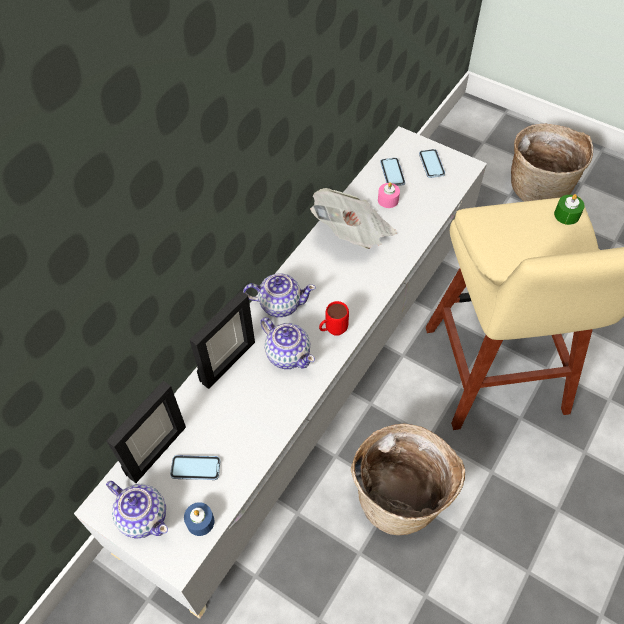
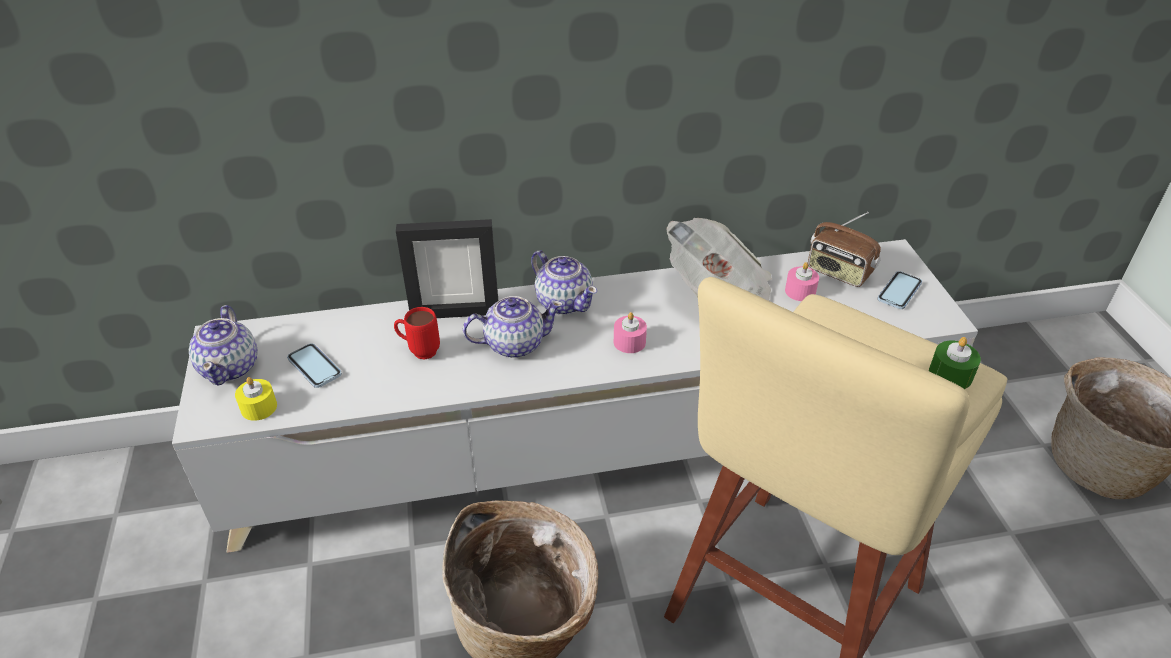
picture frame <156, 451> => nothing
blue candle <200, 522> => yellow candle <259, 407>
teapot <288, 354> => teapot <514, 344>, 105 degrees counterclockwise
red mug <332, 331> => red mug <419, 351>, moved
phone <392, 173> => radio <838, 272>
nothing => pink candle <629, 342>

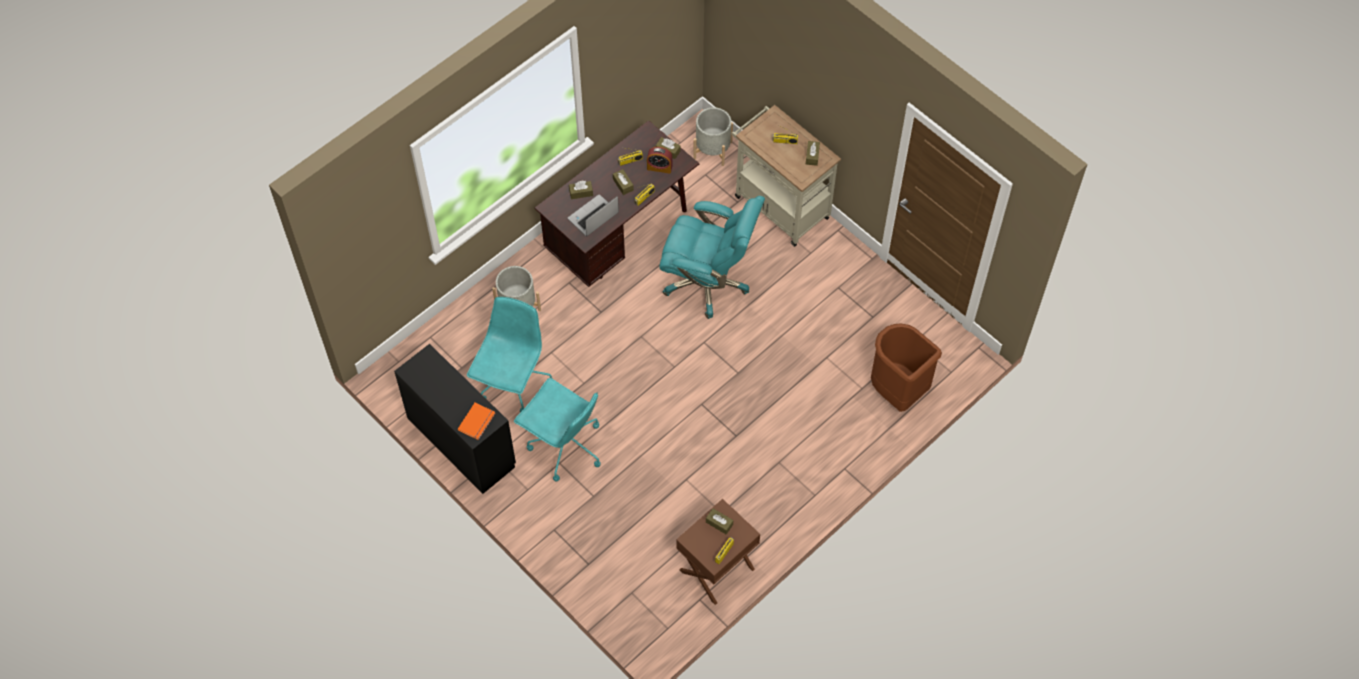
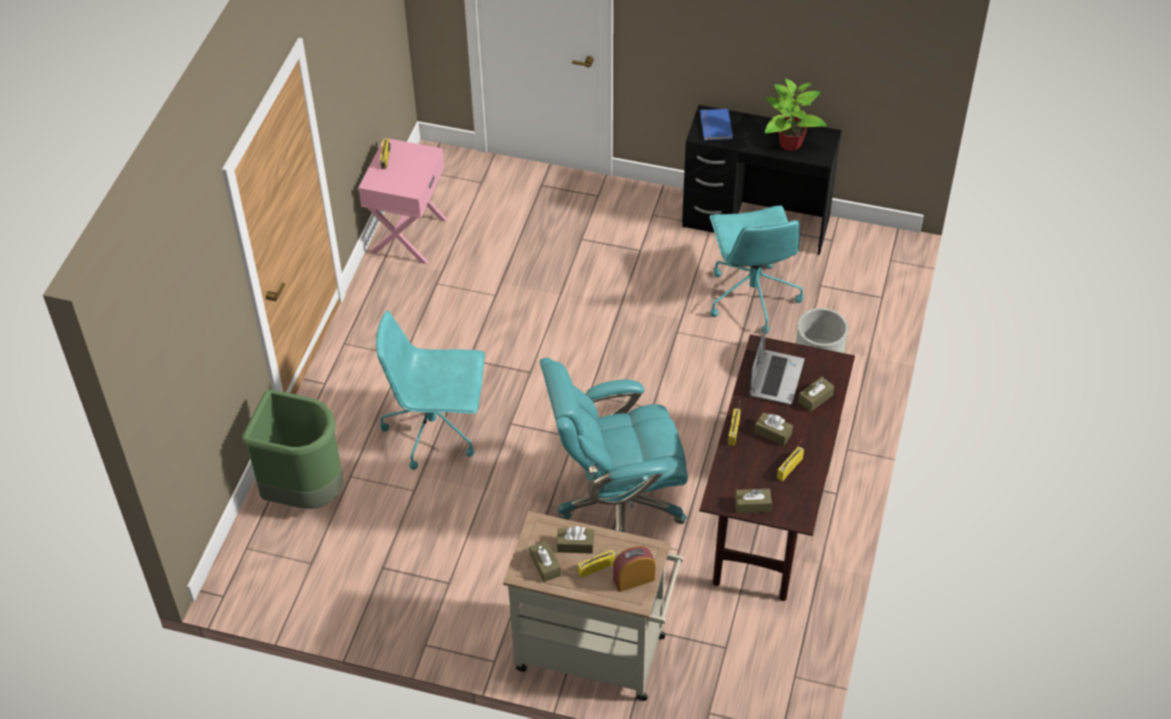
orange book <477, 422> => blue book <714, 126>
turquoise office chair <564, 445> => turquoise office chair <438, 431>, moved
alarm clock <659, 167> => alarm clock <634, 579>, moved
brown nightstand <717, 570> => pink nightstand <407, 235>
grey planter <712, 150> => nothing
brown tissue box <719, 523> => brown tissue box <575, 545>, moved
brown trash can <897, 391> => green trash can <304, 493>
nothing => potted plant <789, 143>

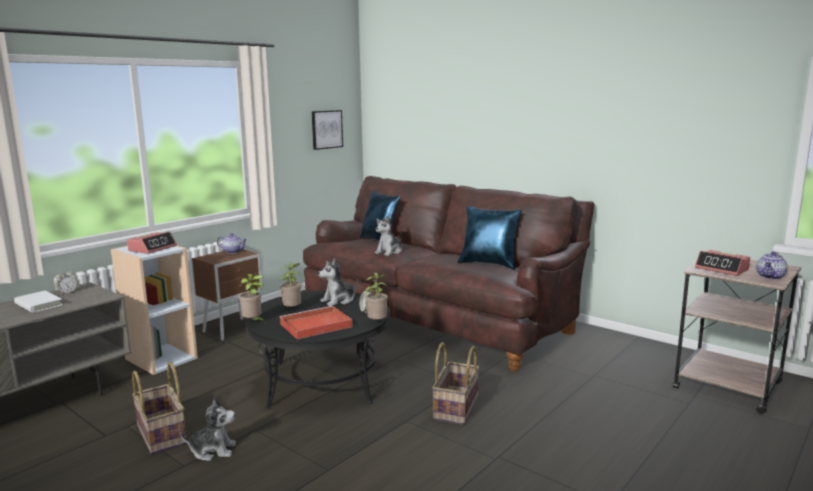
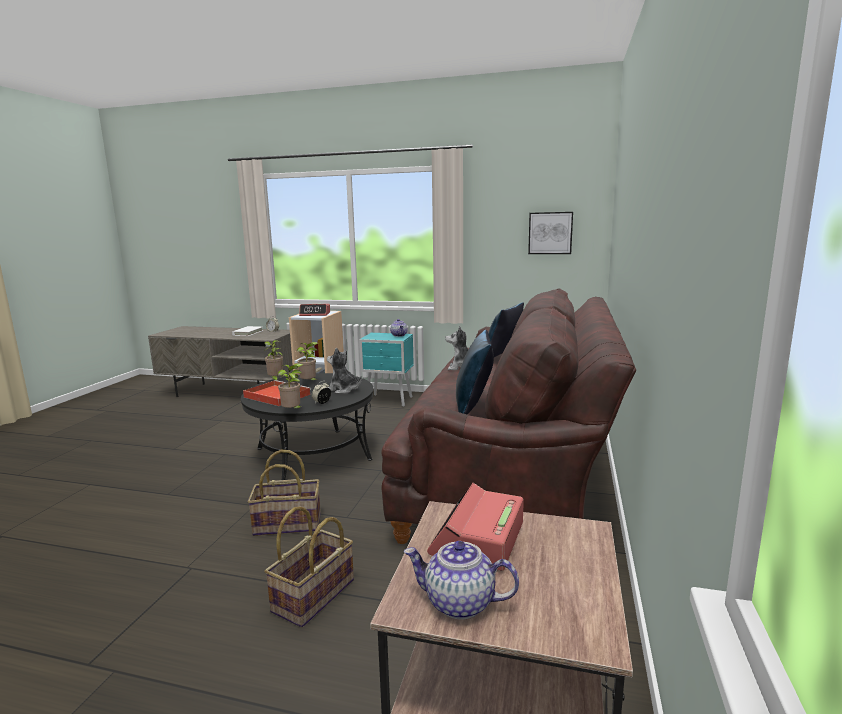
basket <162, 434> => basket <314, 596>, moved
plush toy <213, 450> => nothing
brown nightstand <234, 329> => turquoise nightstand <389, 401>

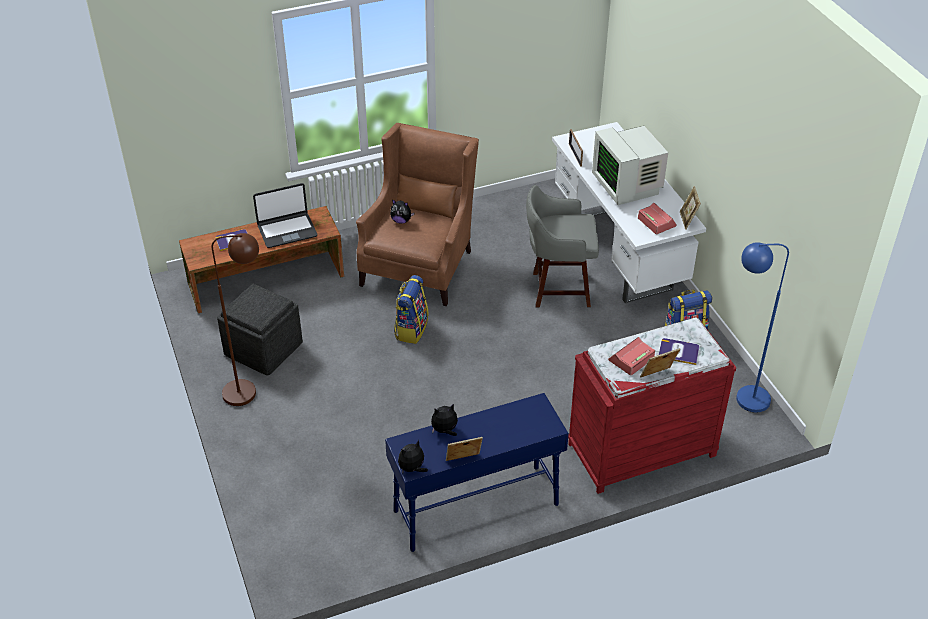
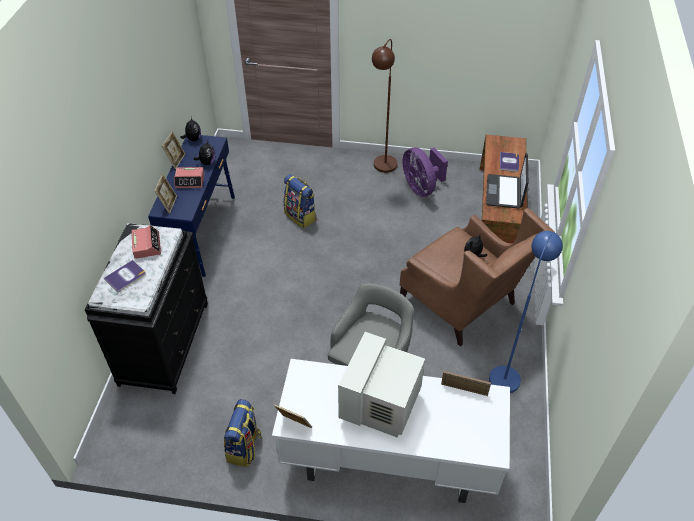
grey ottoman <263, 348> => purple fan <421, 187>
backpack <411, 329> => backpack <301, 216>, moved
red dresser <641, 450> => black dresser <164, 342>
monitor <628, 186> => monitor <381, 405>, 75 degrees counterclockwise
alarm clock <656, 222> => alarm clock <190, 181>, moved
picture frame <657, 376> => picture frame <168, 204>, moved
blue floor lamp <742, 401> => blue floor lamp <507, 373>, moved

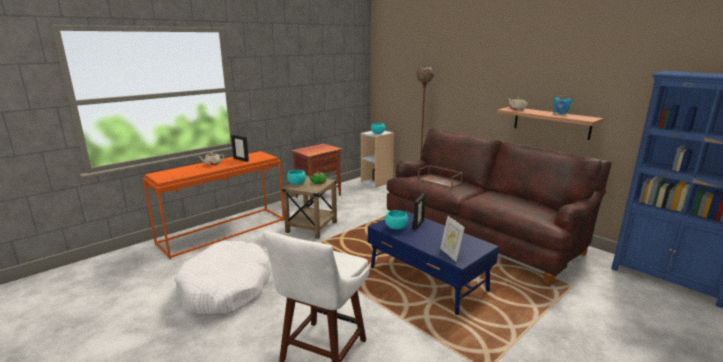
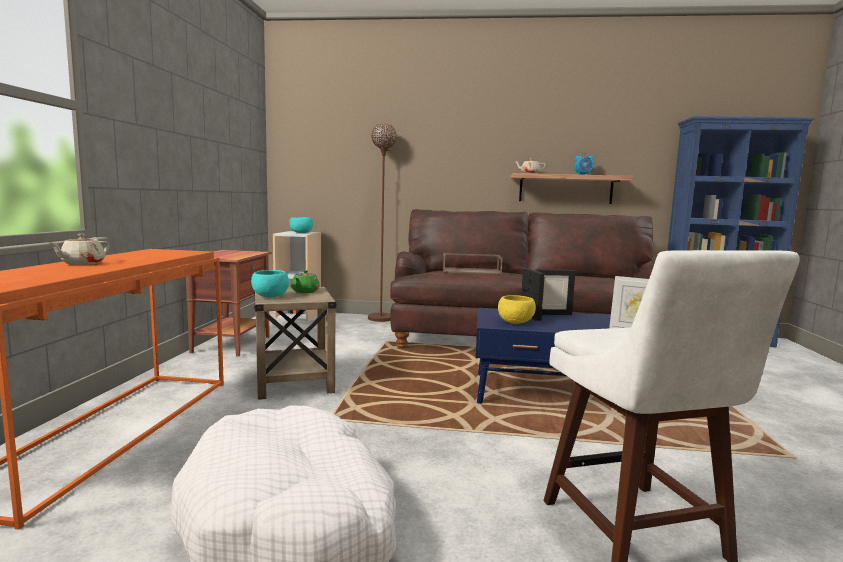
picture frame <241, 159> => picture frame <553, 314>, moved
turquoise bowl <396, 228> => yellow bowl <515, 323>

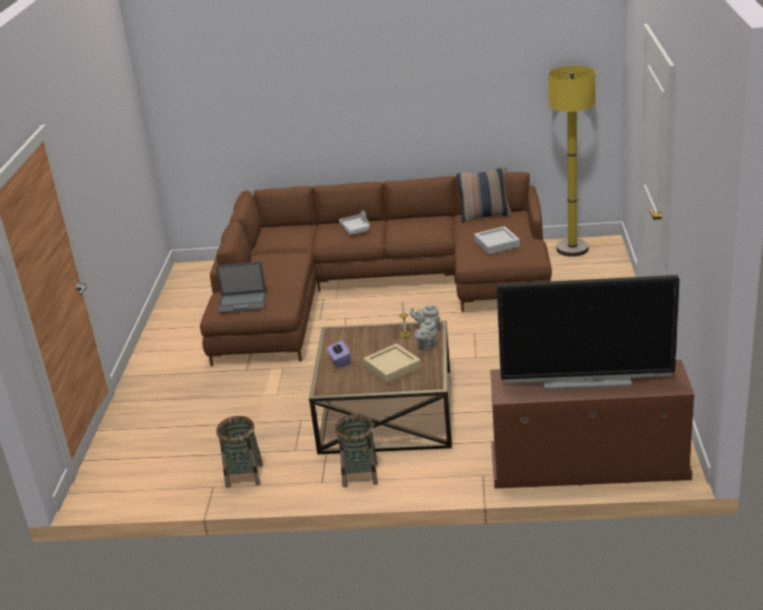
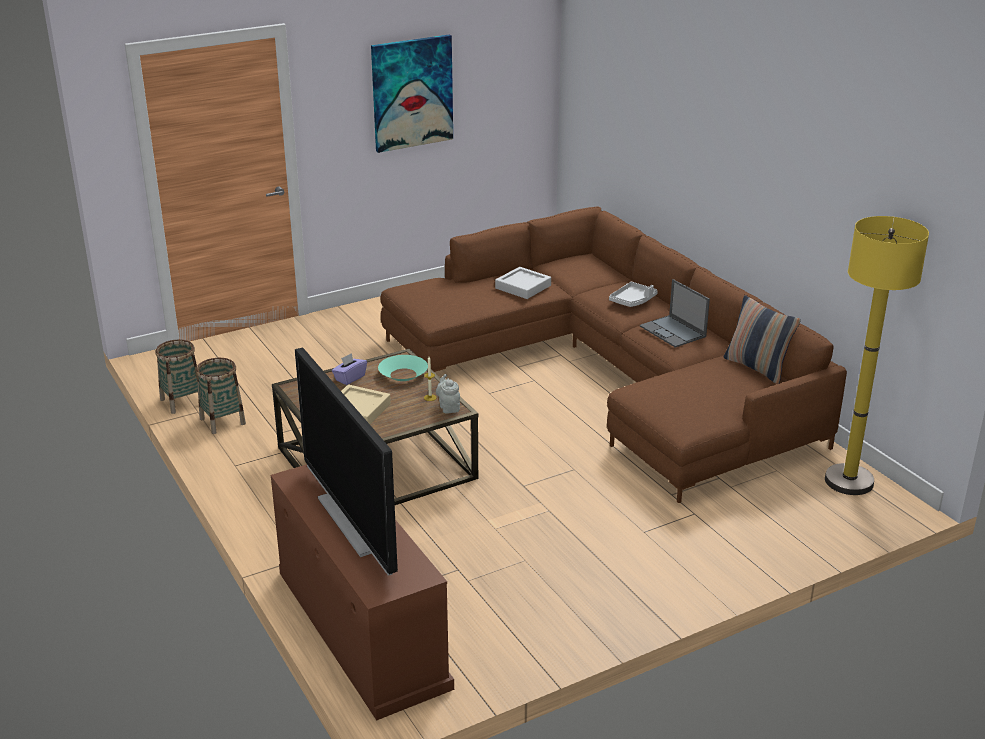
laptop <243, 302> => laptop <673, 332>, moved
basket <360, 475> => basket <182, 402>, moved
grey teapot <426, 346> => nothing
grey tray <497, 244> => grey tray <523, 287>, moved
nothing => picture <412, 93>
nothing => turquoise bowl <403, 374>

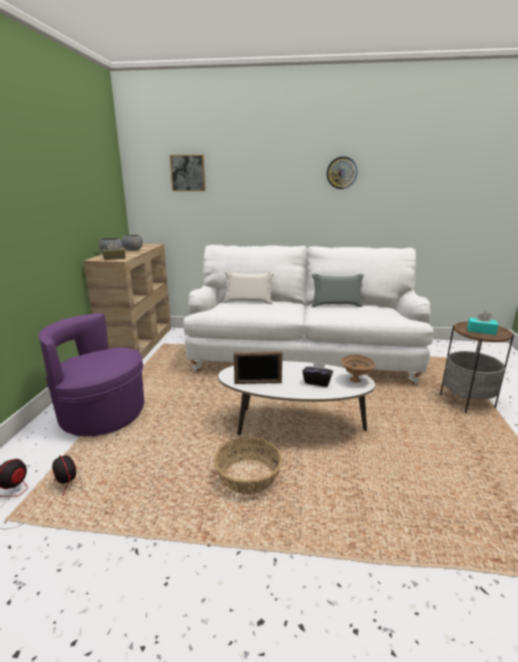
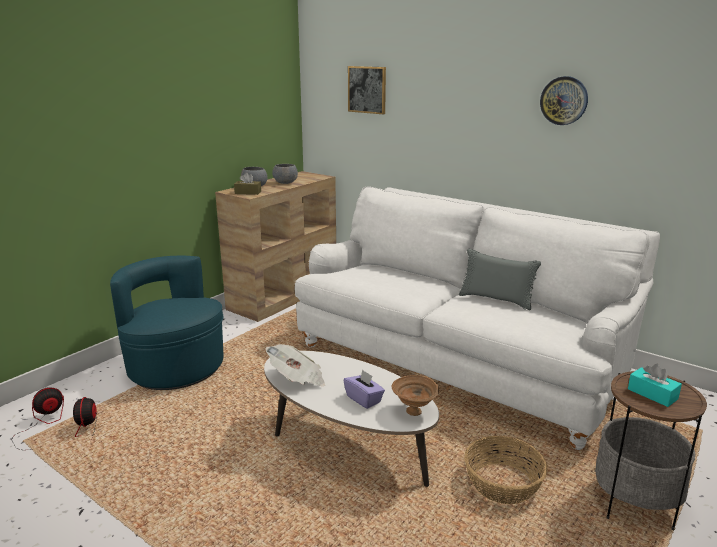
purple armchair <103, 414> => turquoise armchair <177, 368>
basket <247, 476> => basket <502, 483>, moved
white pillow <248, 302> => nothing
picture frame <258, 383> => newspaper <297, 379>
black tissue box <317, 382> => purple tissue box <364, 399>

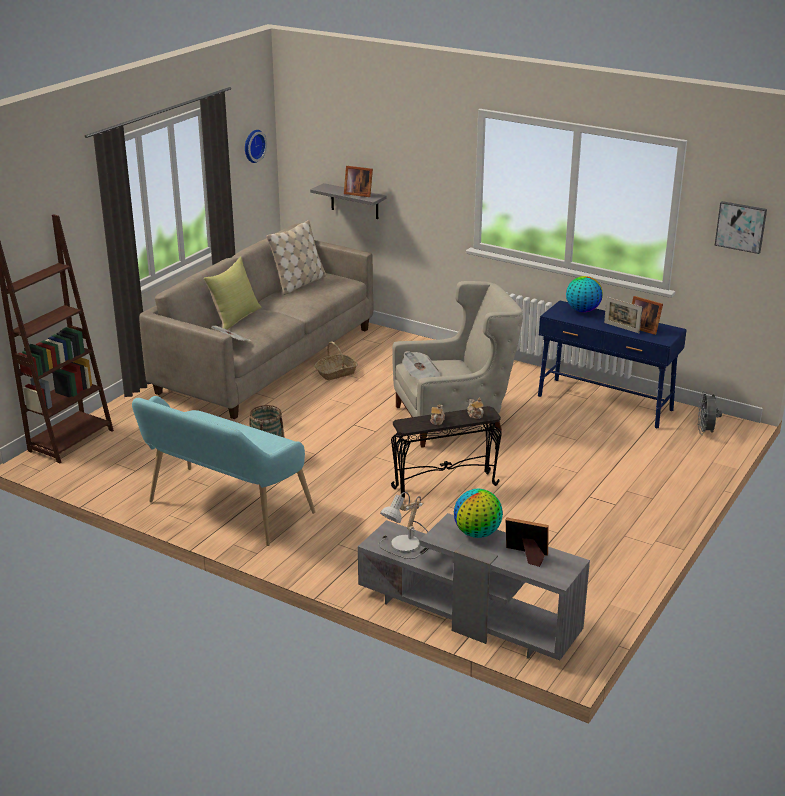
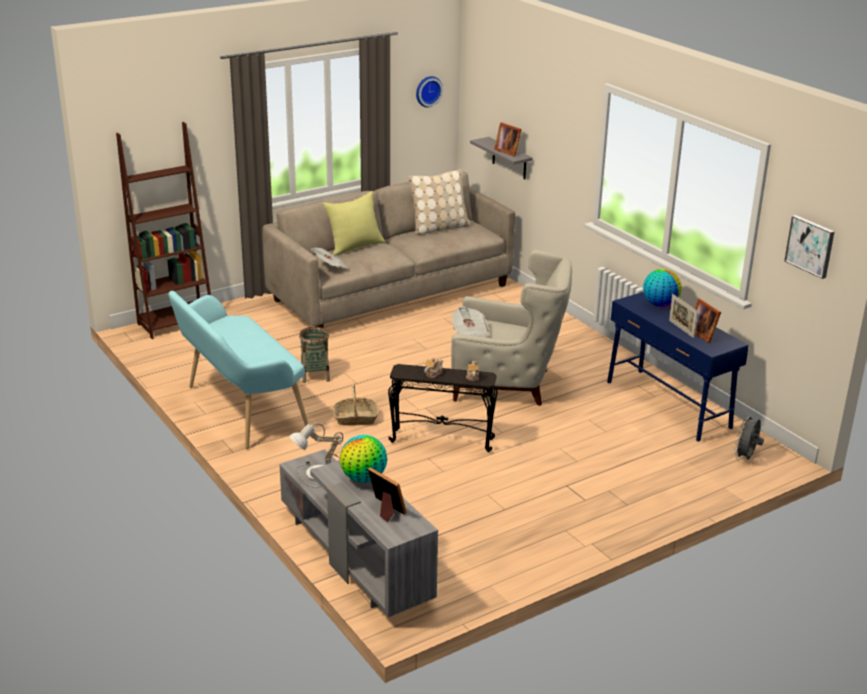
basket <336, 373> => basket <355, 418>, moved

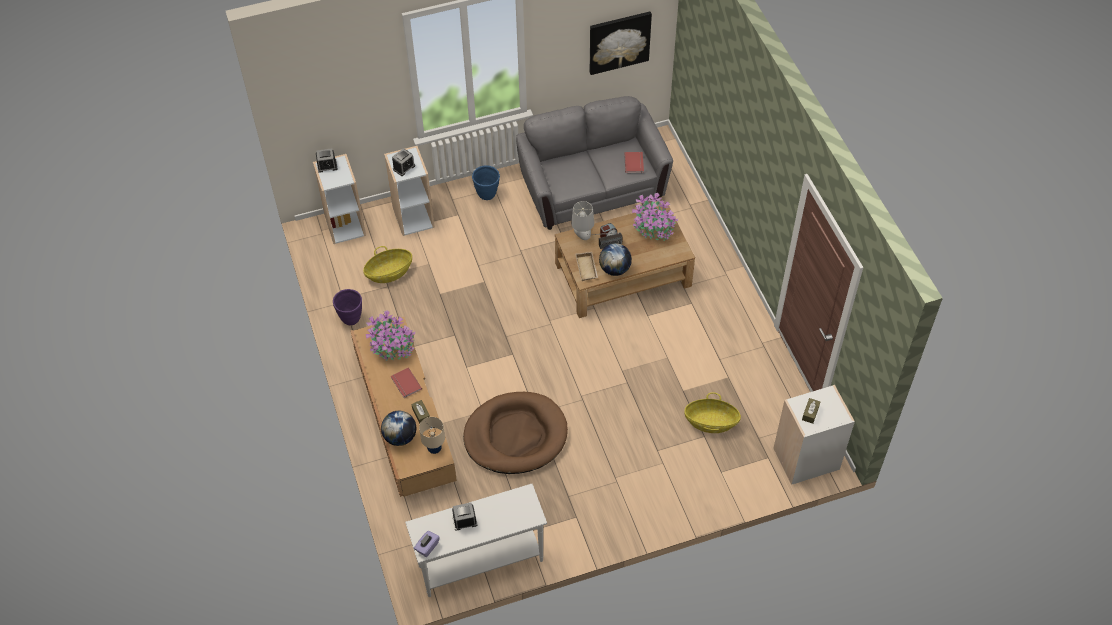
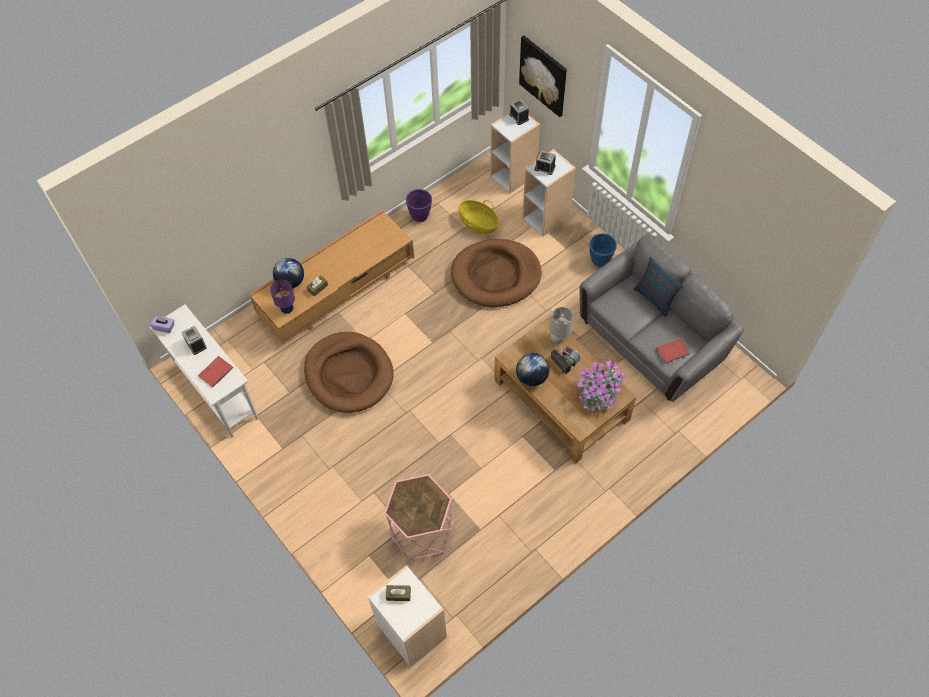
potted plant <392, 347> => nothing
red book <405, 384> => red book <215, 372>, moved
beige table lamp <434, 448> => purple table lamp <288, 309>
beige tray <587, 268> => nothing
picture <619, 42> => picture <543, 75>, moved
basket <711, 422> => pink side table <421, 529>
nothing => brown dog bed <496, 275>
nothing => blue pillow <654, 299>

